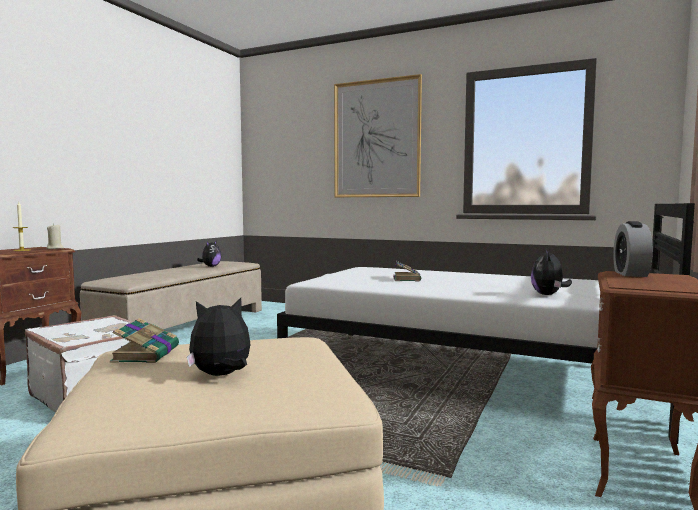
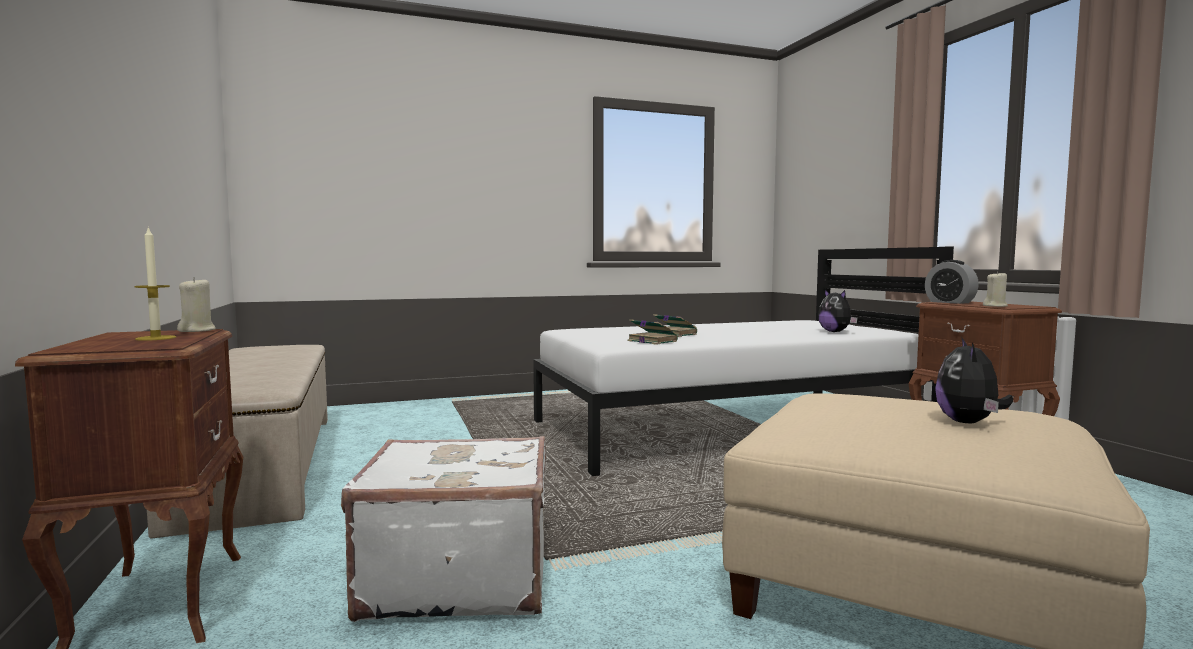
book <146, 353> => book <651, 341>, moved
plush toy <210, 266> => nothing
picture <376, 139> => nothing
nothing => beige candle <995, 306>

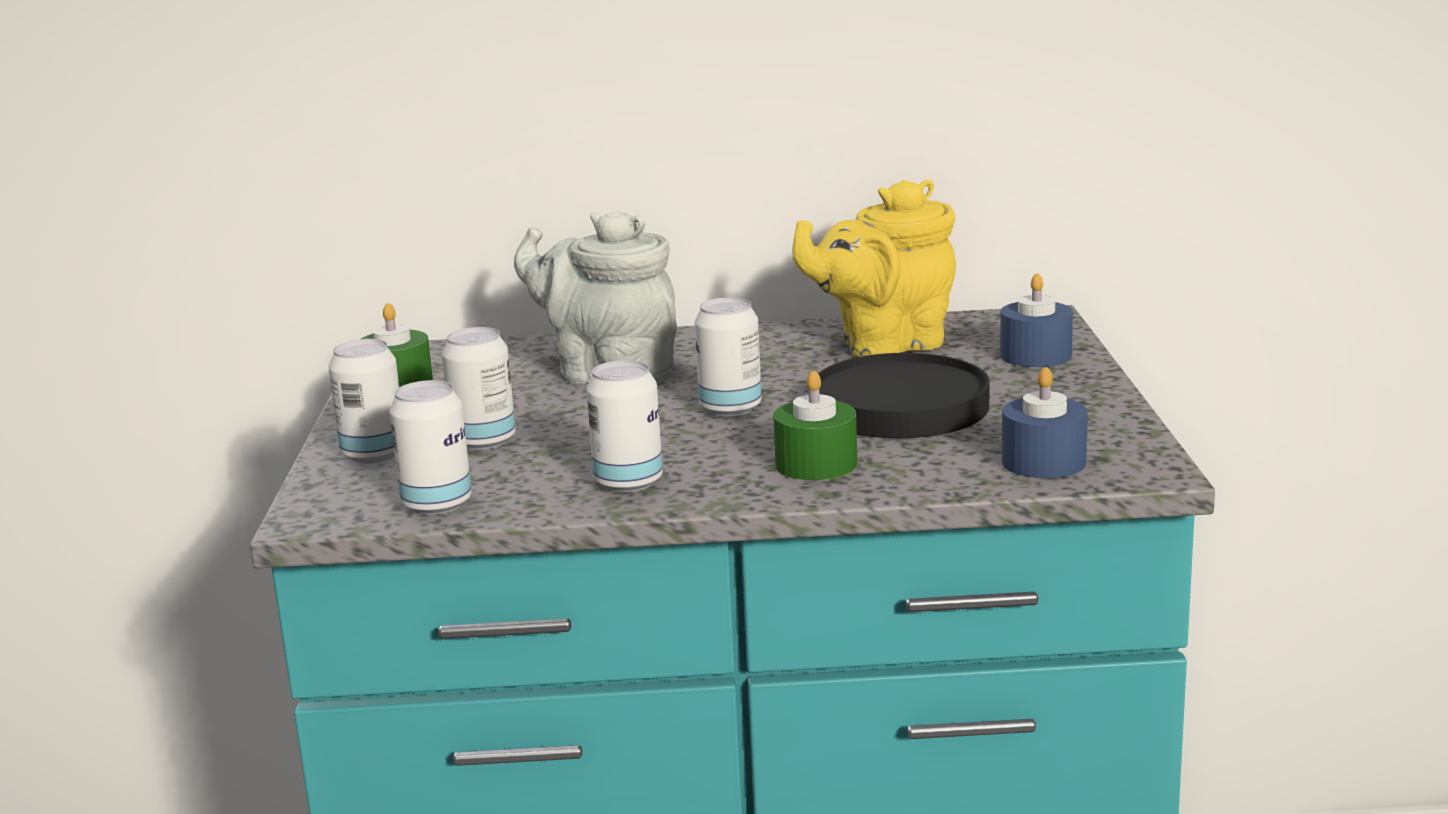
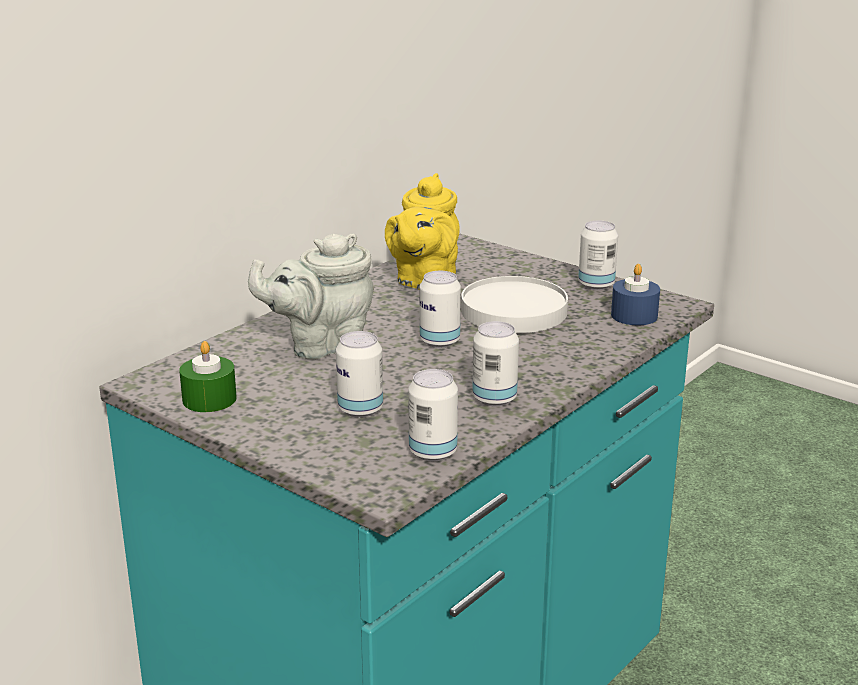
can <374, 454> => can <596, 285>, moved
green candle <816, 464> => nothing
black plate <902, 406> => white plate <514, 311>
blue candle <1035, 355> => nothing

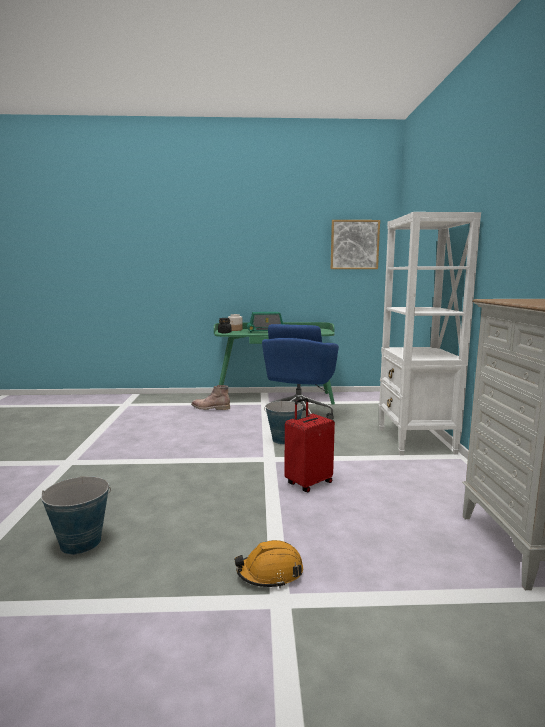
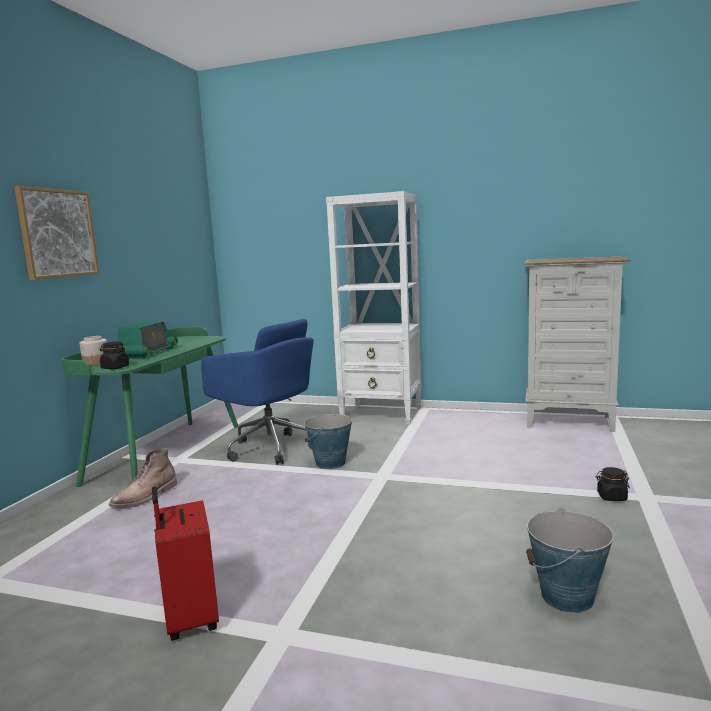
orange hard hat <270, 573> => black jar <611, 497>
red suitcase <308, 483> => red suitcase <190, 620>, moved
picture <354, 244> => picture <57, 233>, moved

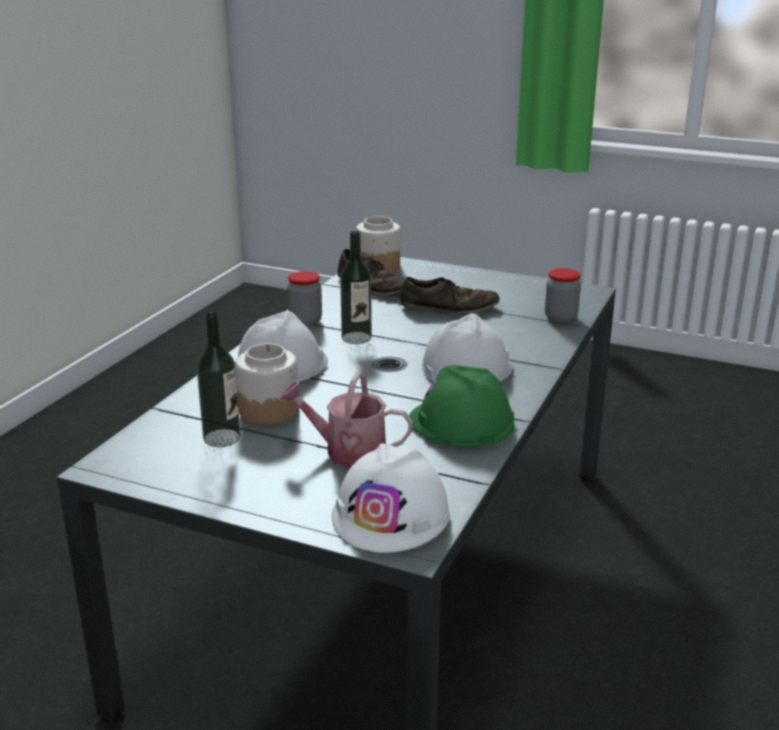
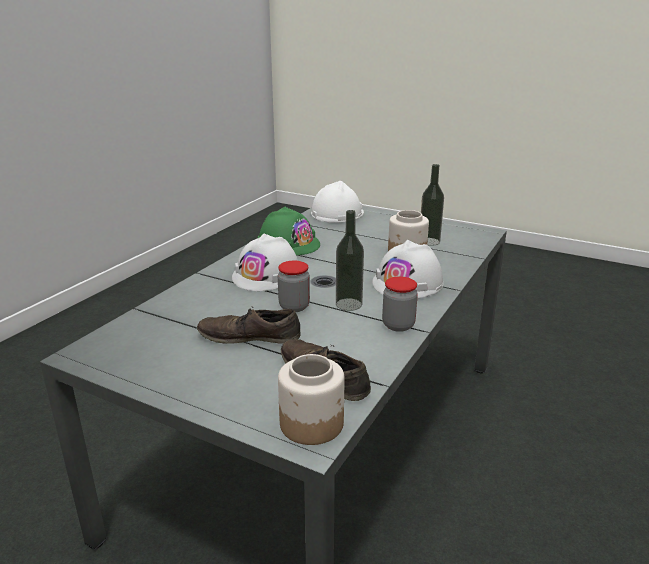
watering can <347, 451> => nothing
jar <560, 318> => jar <294, 307>, moved

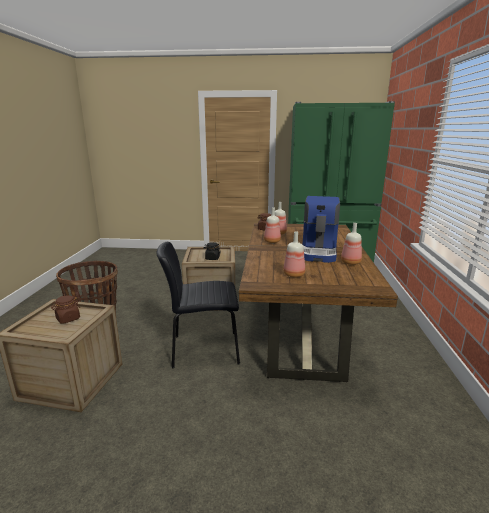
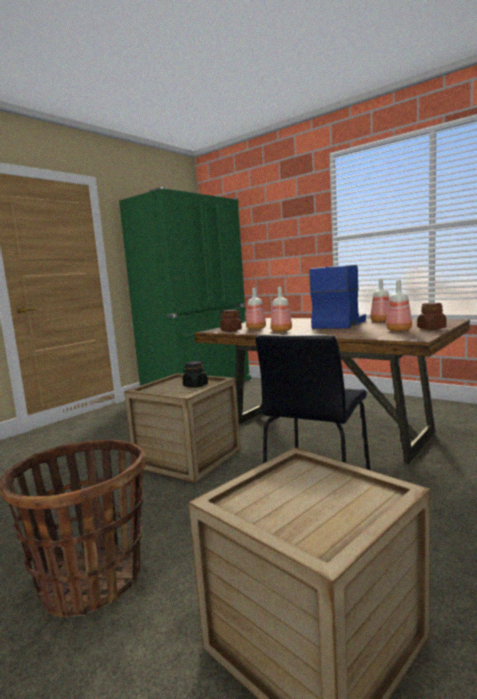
brown jar <68, 319> => brown jar <431, 328>, moved
coffee machine <319, 251> => coffee machine <339, 324>, 105 degrees counterclockwise

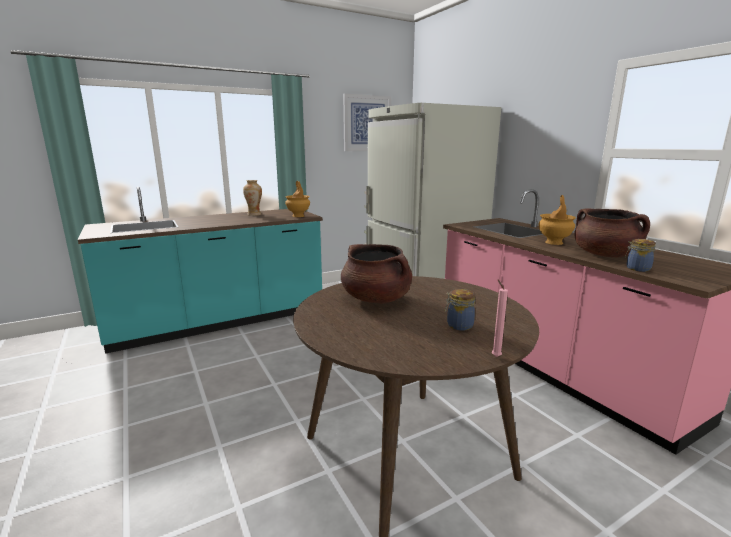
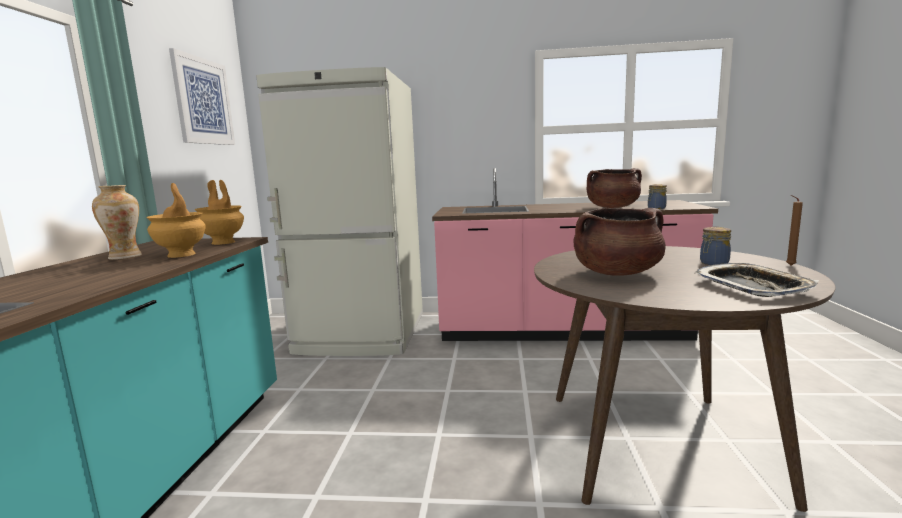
pink candle <495, 356> => brown candle <789, 265>
brown vase <554, 243> => brown vase <182, 255>, moved
nothing => tray <752, 287>

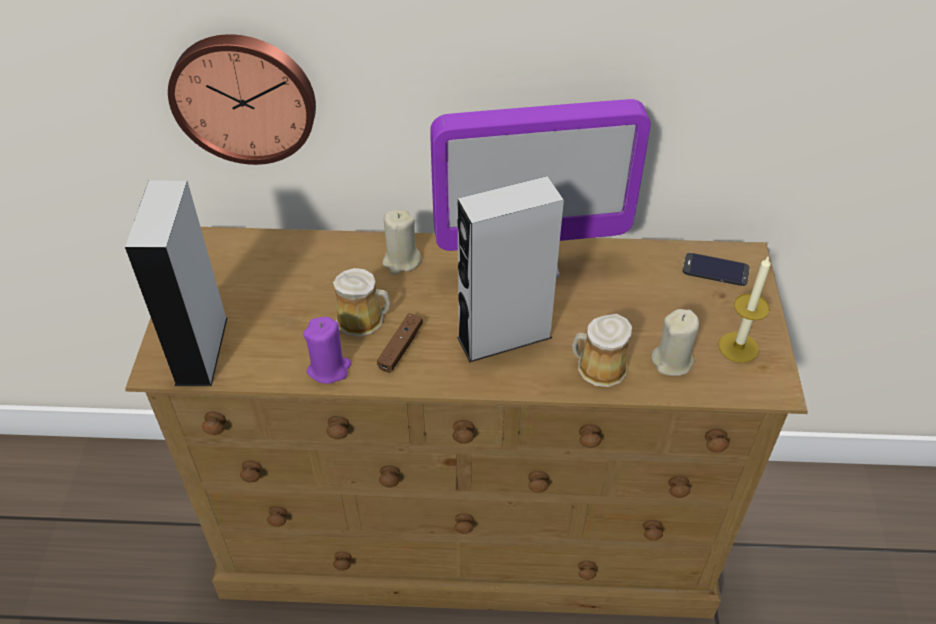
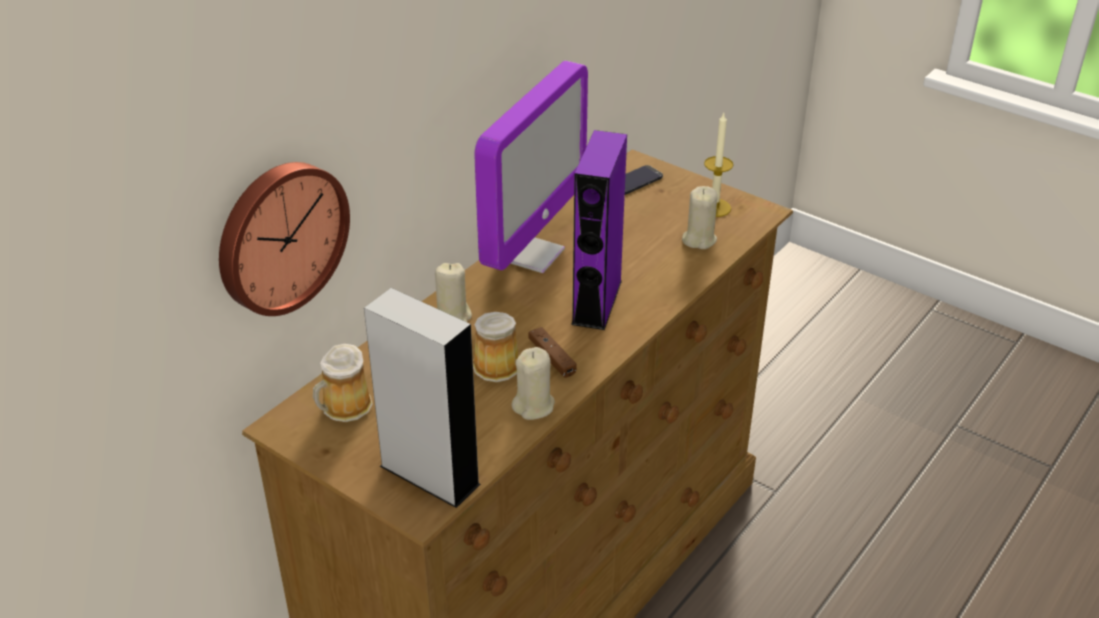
purple candle <329, 369> => beige candle <534, 406>
grey speaker <504, 337> => purple speaker <597, 302>
mug <598, 368> => mug <344, 408>, moved

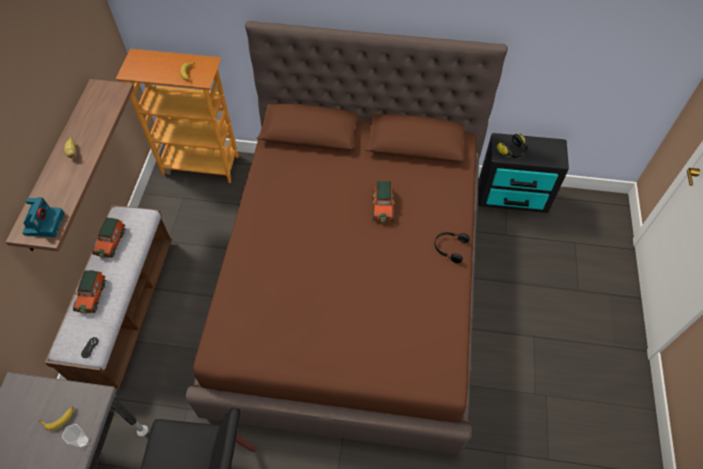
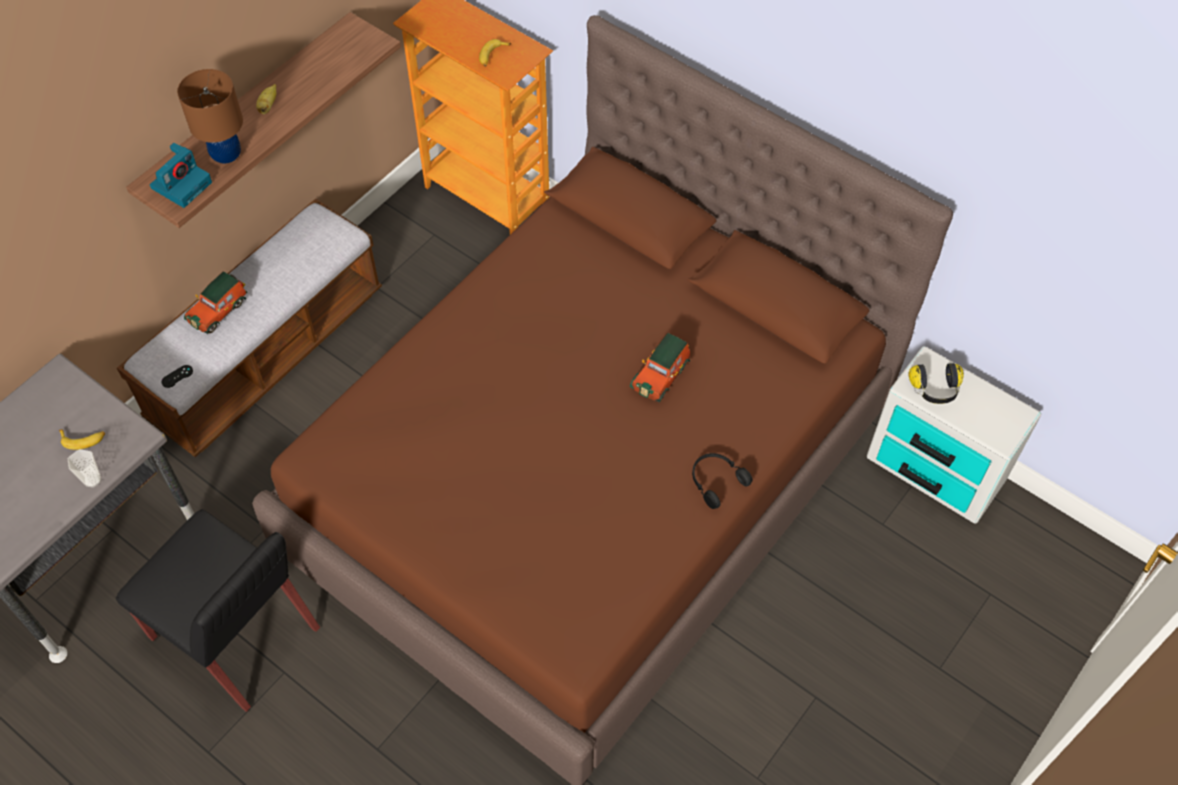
toy car <111, 241> => nothing
black nightstand <511, 200> => white nightstand <932, 475>
nothing => brown table lamp <227, 154>

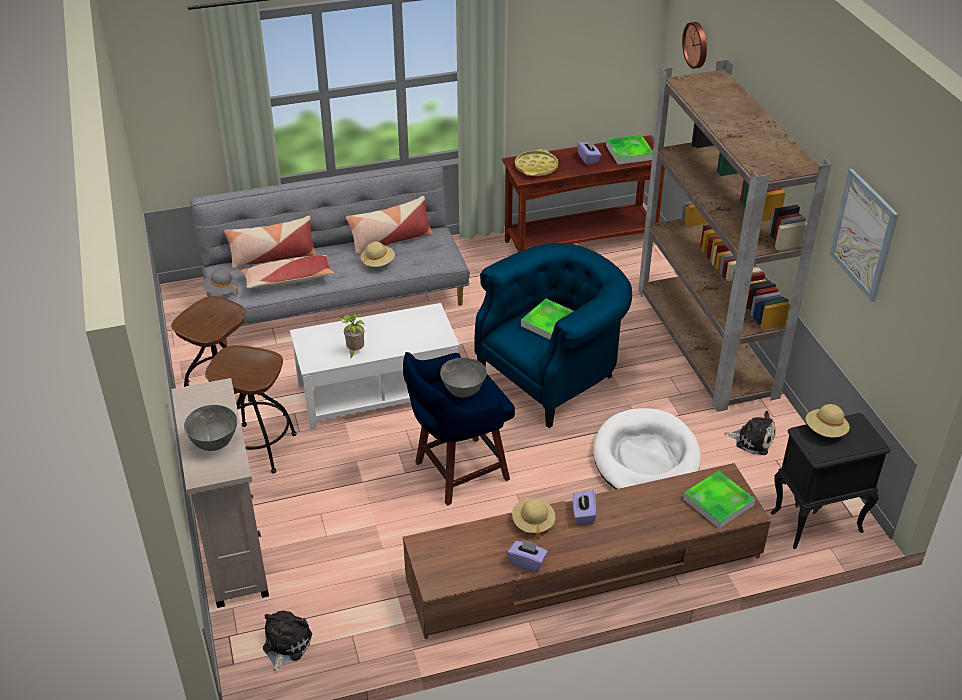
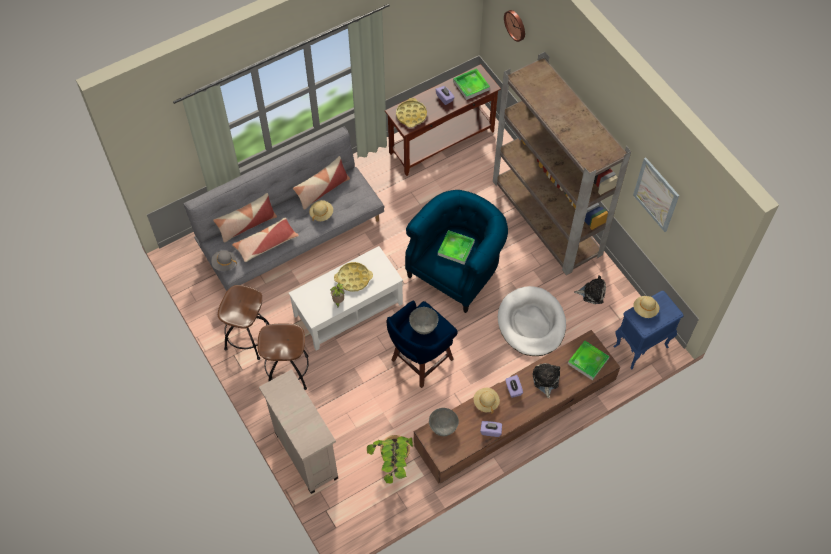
grey bowl <214, 443> => grey bowl <443, 427>, moved
plush toy <285, 645> => plush toy <545, 380>, moved
black nightstand <816, 522> => blue nightstand <640, 347>
nothing => yellow tray <353, 278>
nothing => potted plant <393, 467>

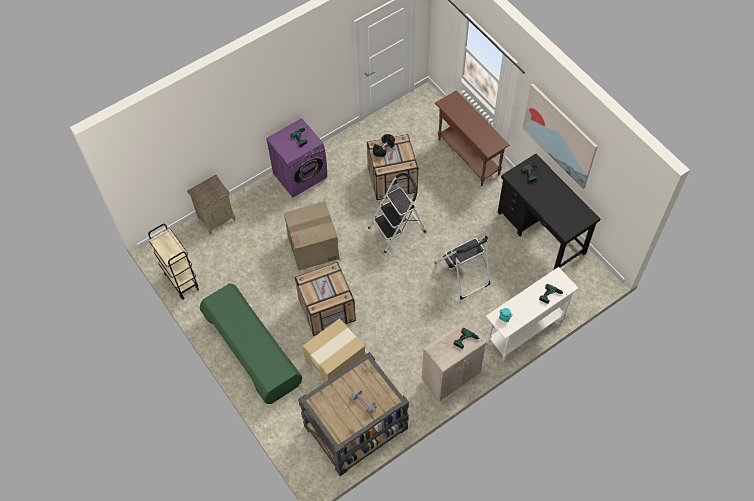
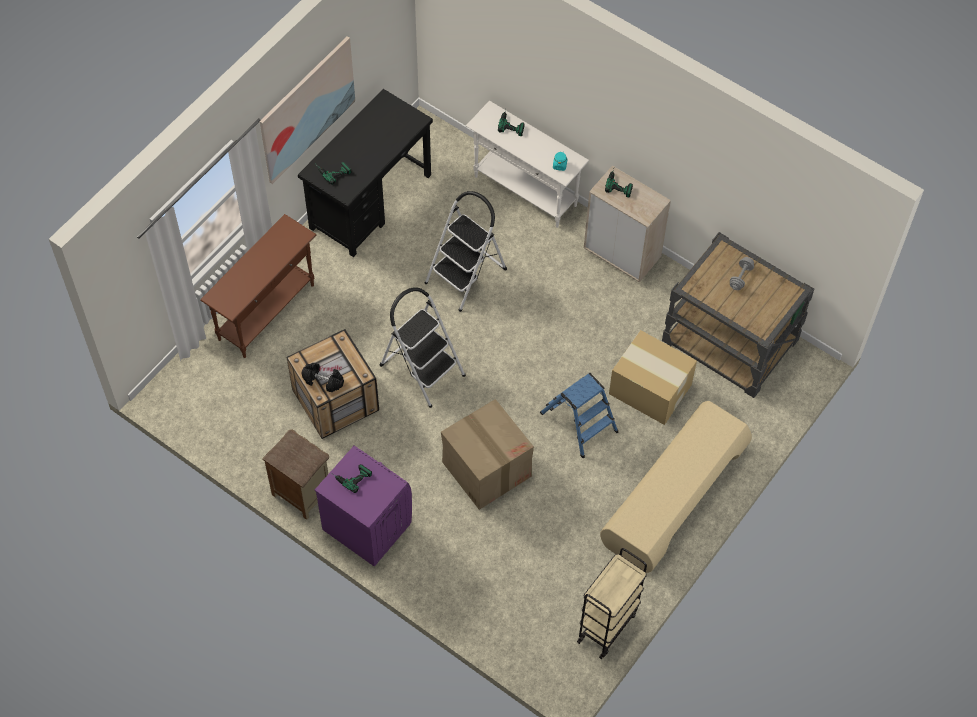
beige nightstand <217, 219> => beige nightstand <302, 491>, moved
green bench <251, 349> => beige bench <675, 495>
crate <326, 308> => blue step ladder <579, 422>

